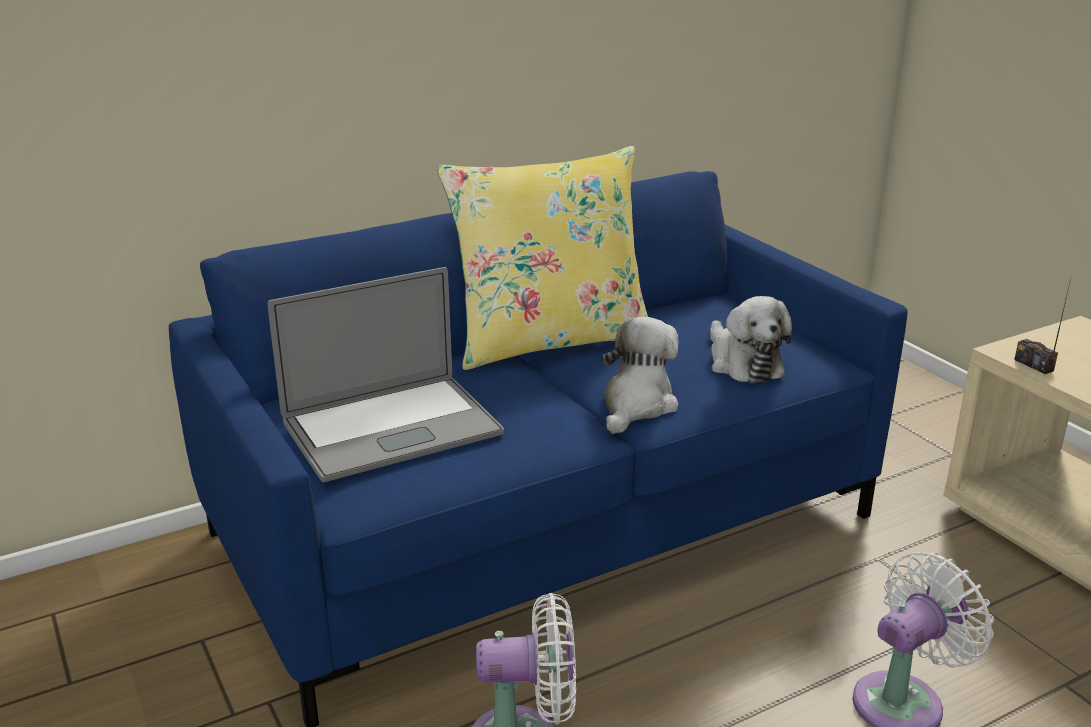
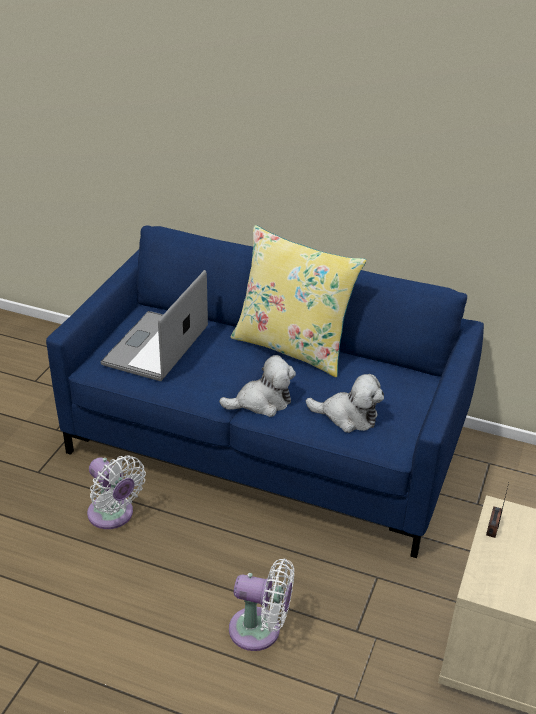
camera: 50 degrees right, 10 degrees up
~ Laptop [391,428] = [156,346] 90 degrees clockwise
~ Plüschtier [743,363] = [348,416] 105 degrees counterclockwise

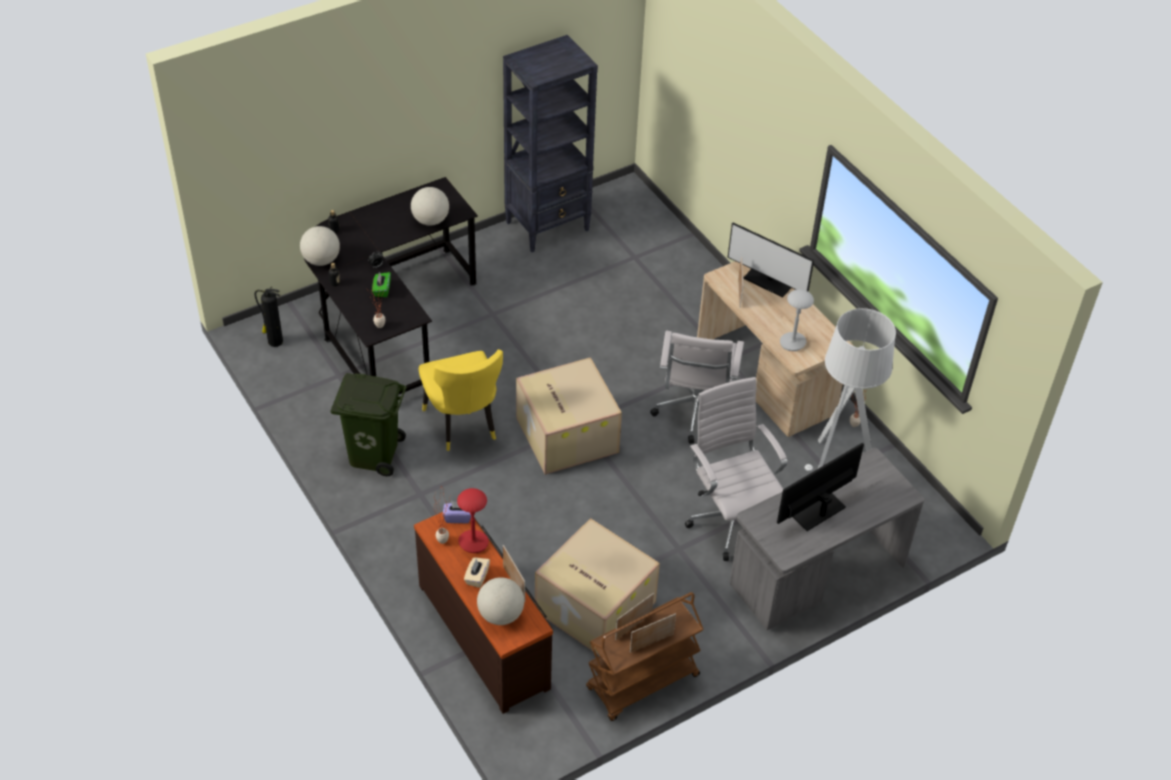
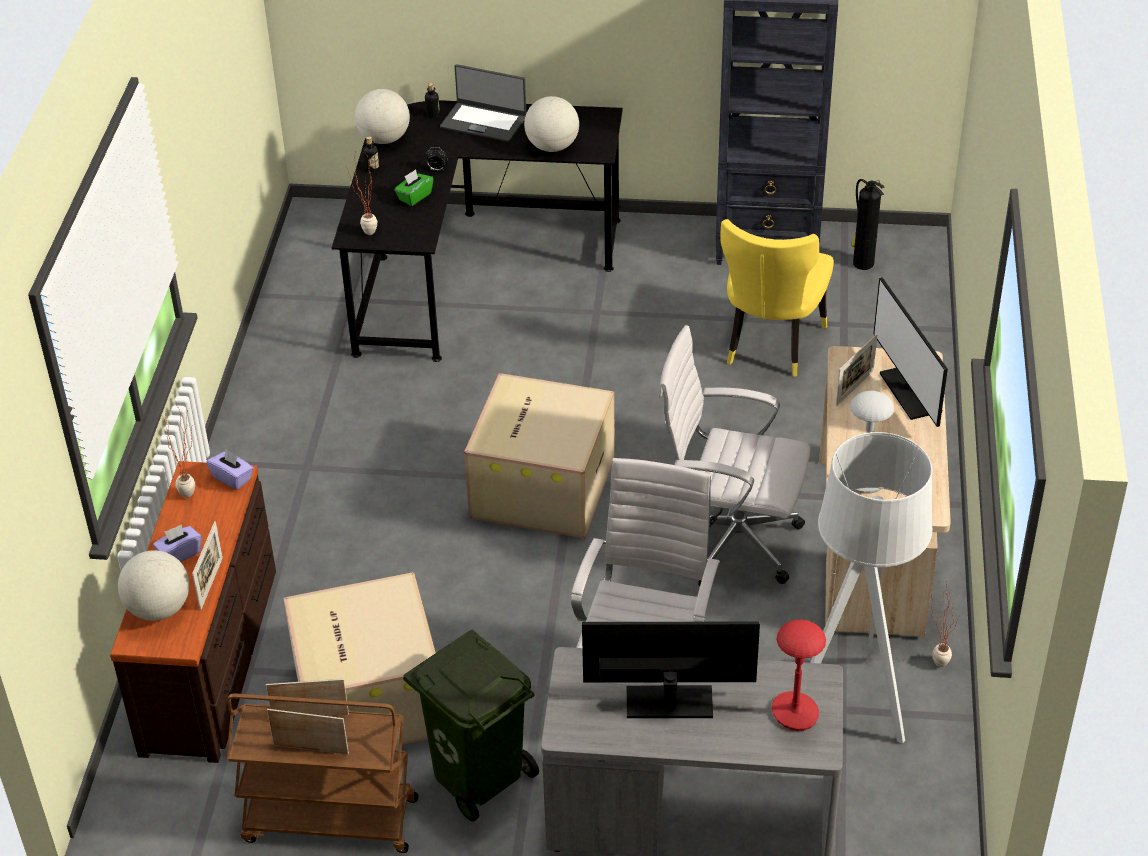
camera: 40 degrees right, 5 degrees down
~ Feuerlöscher [274,341] to [862,263]
~ Mülleimer (grün) [373,453] to [479,775]
~ Stuhl (gelb) [463,425] to [770,346]
~ Tischlampe (rot) [473,542] to [795,713]
~ Taschentuchbox (beige) [477,577] to Taschentuchbox (lila) [179,554]
~ Bürostuhl (weiß) [694,414] = [729,542] 60 degrees clockwise
+ Laptop [484,122]

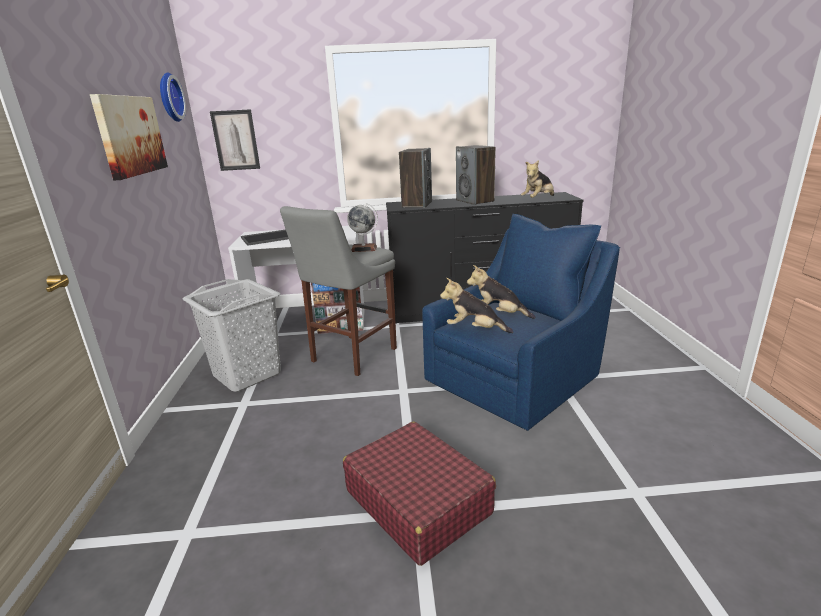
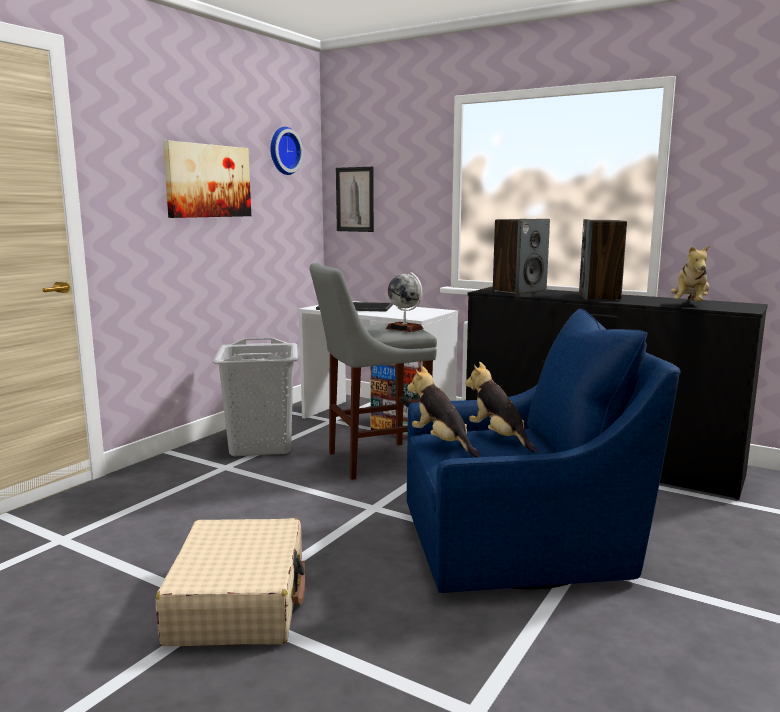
camera: 35 degrees right, 10 degrees down
~ Koffer (rot) [417,501] to Koffer (beige) [239,601]
~ Plüschtier [538,199] = [690,305] 60 degrees counterclockwise

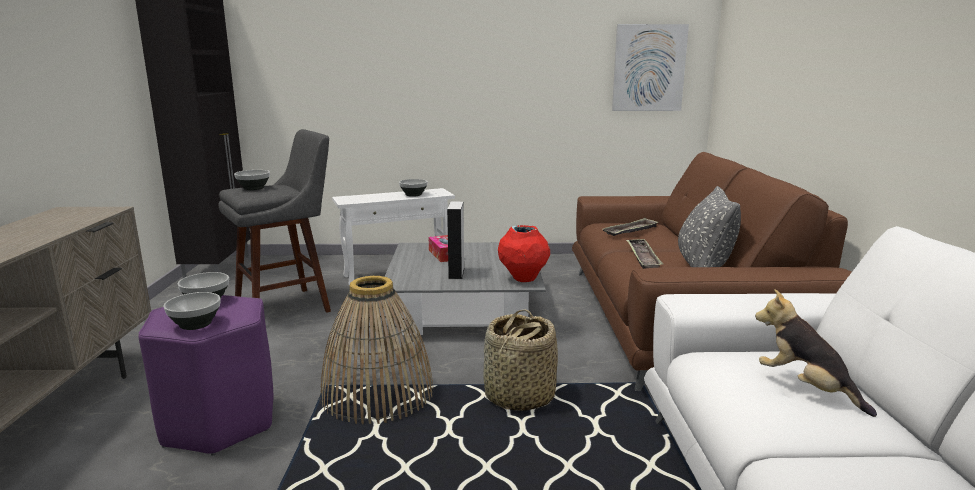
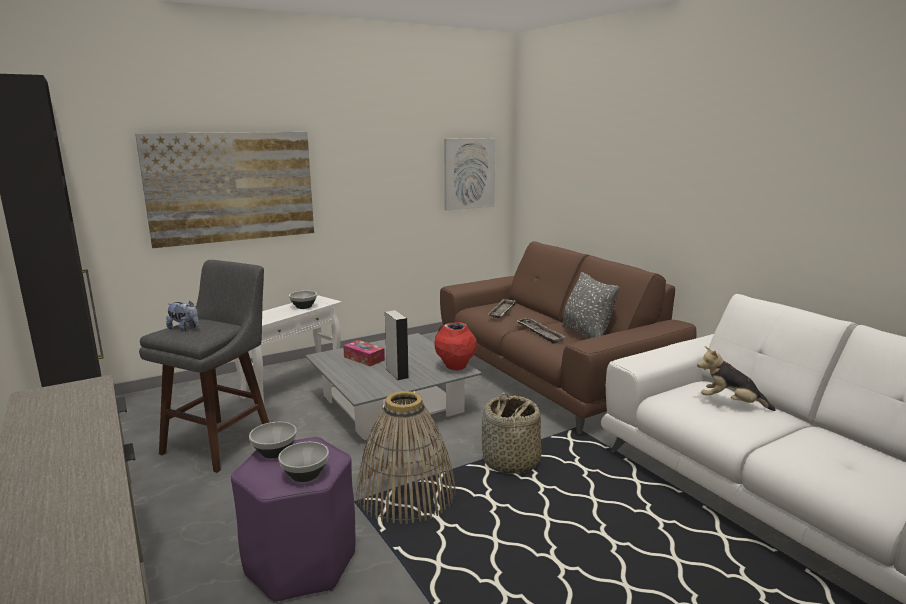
camera: 30 degrees left, 0 degrees up
~ Schüssel [254,188] to Plüschtier [184,329]
+ Bild [231,187]

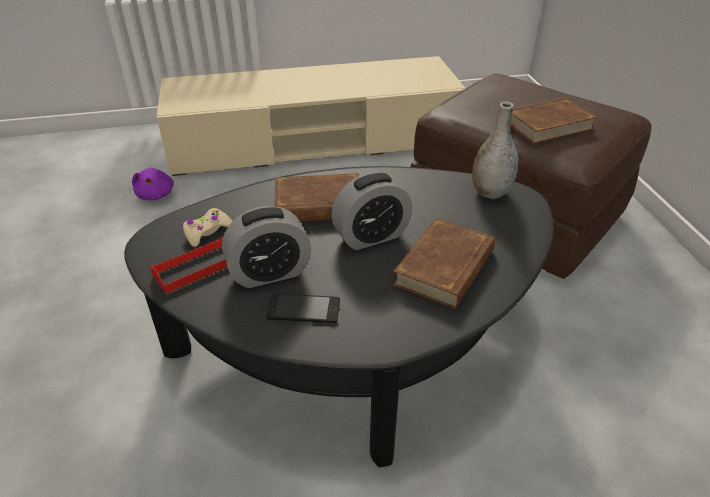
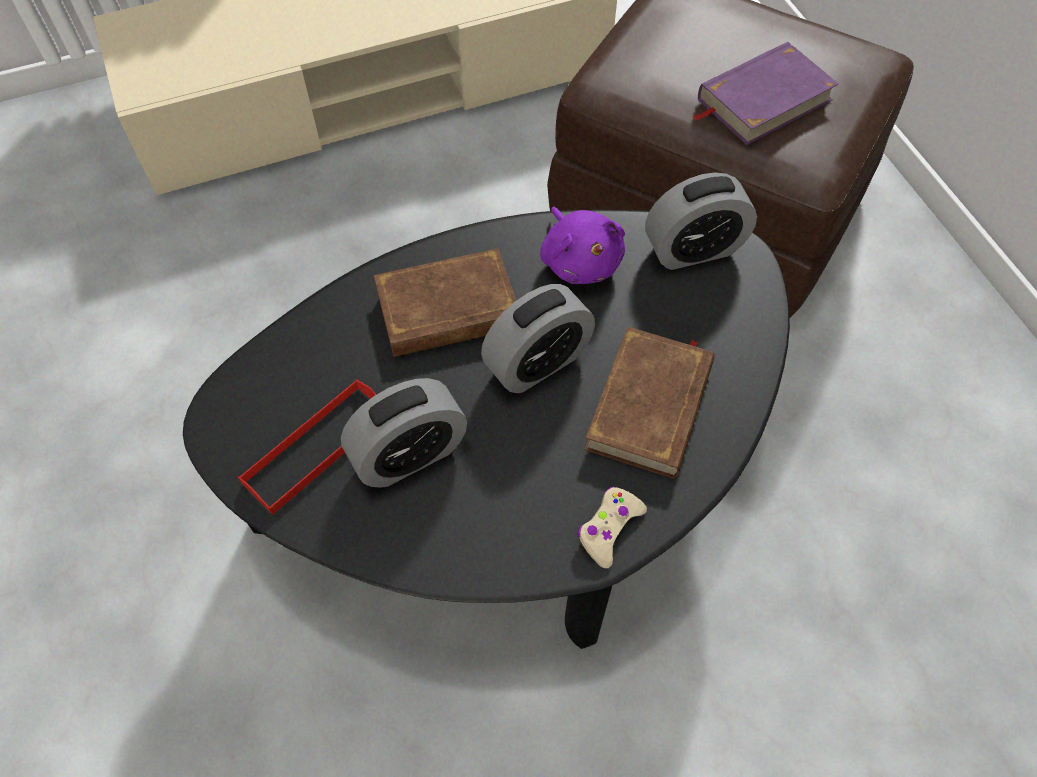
camera: 10 degrees left, 20 degrees up
~ Plüschtier (lila) [156,195] to [580,260]
~ Gamepad (beige) [207,232] to [609,528]
- Handy [304,309]
~ Vase (grau) [490,192] to Wecker [693,249]
~ Buch (braun) [547,125] to Buch (lila) [763,99]

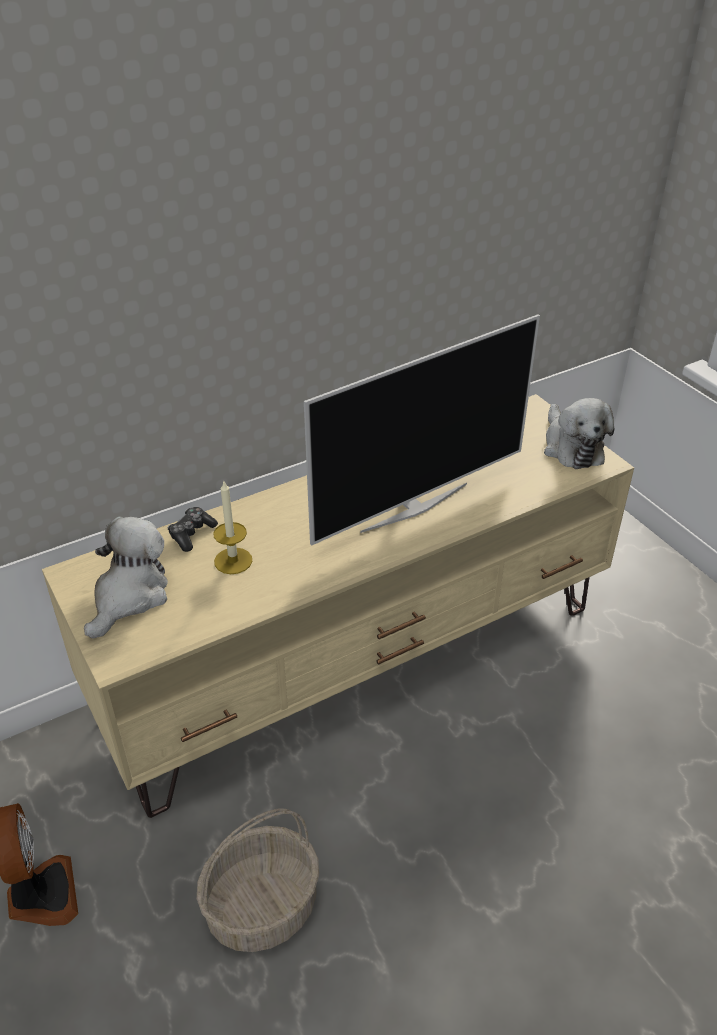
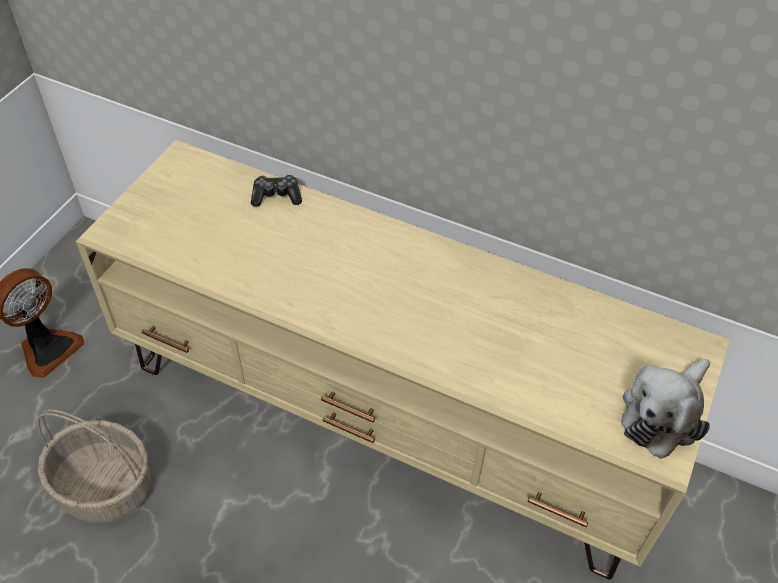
camera: 55 degrees right, 10 degrees up
- Plüschtier [130,596]
- Kerze [233,561]
- Fernseher [413,506]

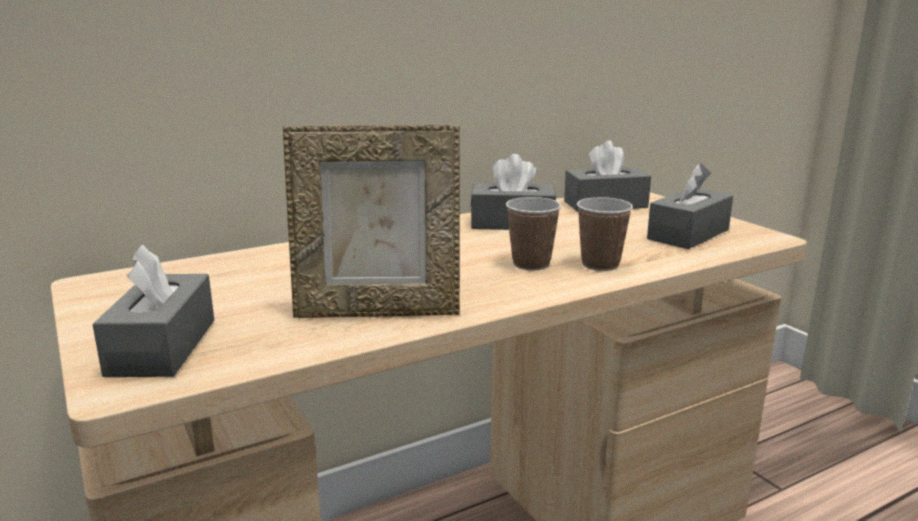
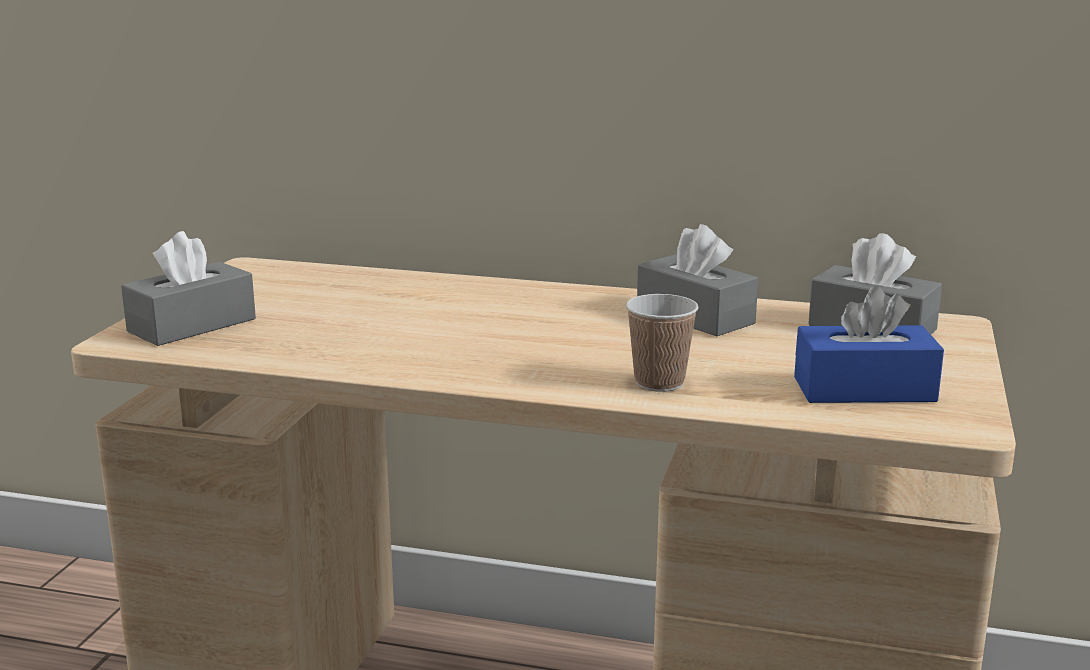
camera: 45 degrees right, 0 degrees up
- Bilderrahmen [378,311]
- Tasse [531,264]
~ Taschentuchbox (grau) [688,234] to Taschentuchbox (blau) [864,389]

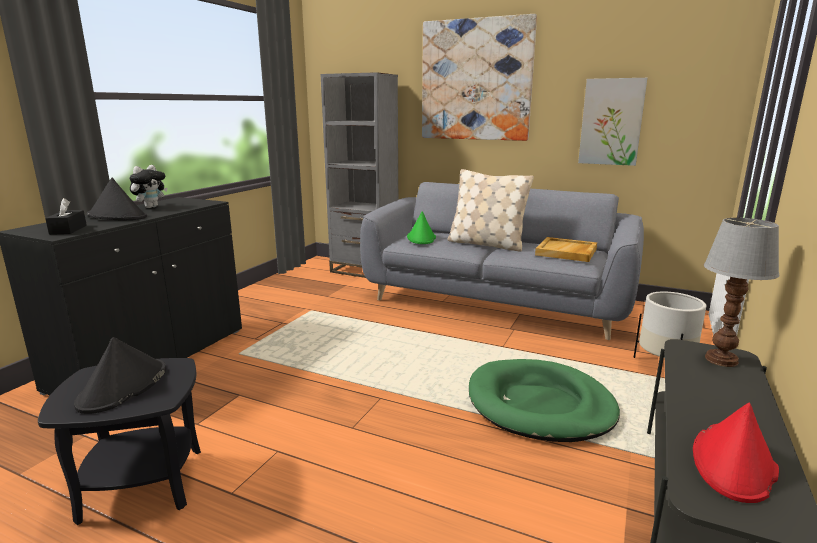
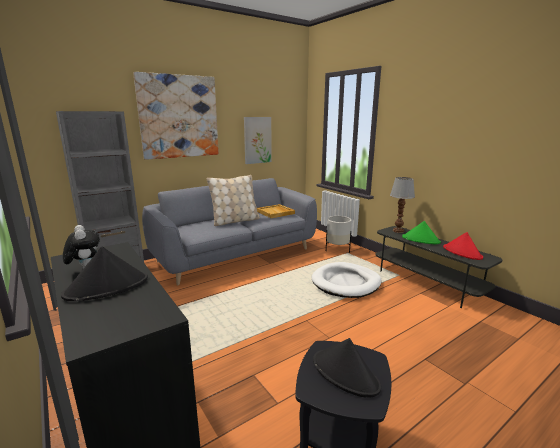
camera: 60 degrees left, 0 degrees up
- Taschentuchbox (schwarz) [68,230]
~ Hut (grün) [421,238] to [421,240]
~ Hundebett (grün) [540,405] to Hundebett (weiß) [346,283]

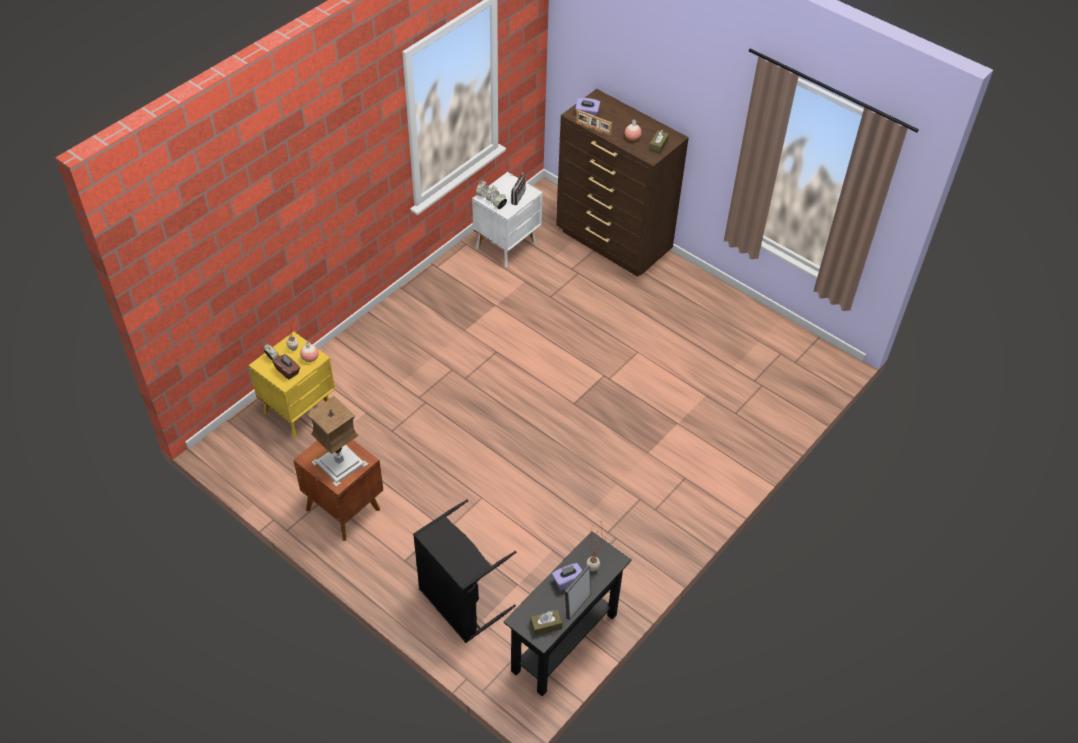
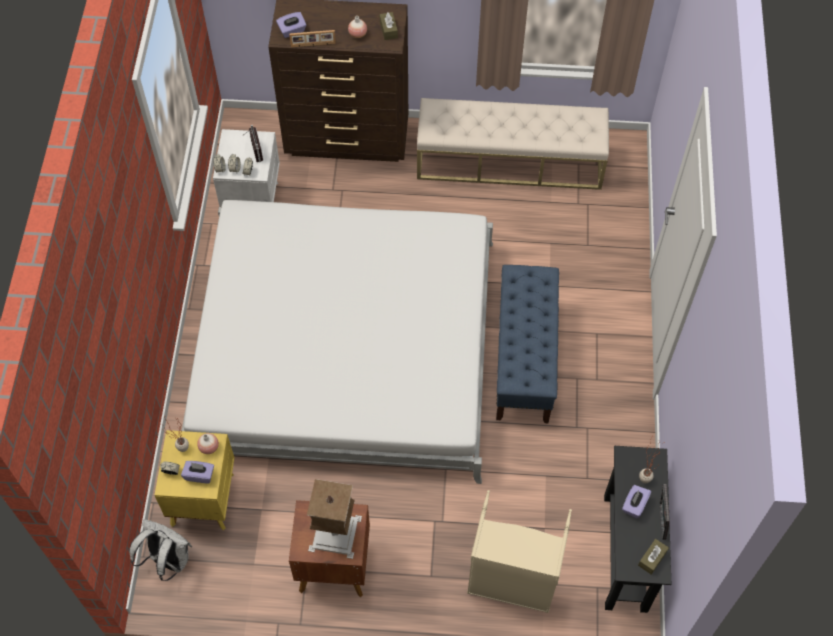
camera: 35 degrees left, 10 degrees up
~ Taschentuchbox (braun) [287,371] to Taschentuchbox (lila) [199,475]
~ Wäschekorb (schwarz) [459,604] to Wäschekorb (beige) [512,582]
+ Rucksack (weiß) [168,560]
+ Bett (weiß) [345,348]
+ Bank (beige) [510,161]
+ Bank (blau) [524,358]

